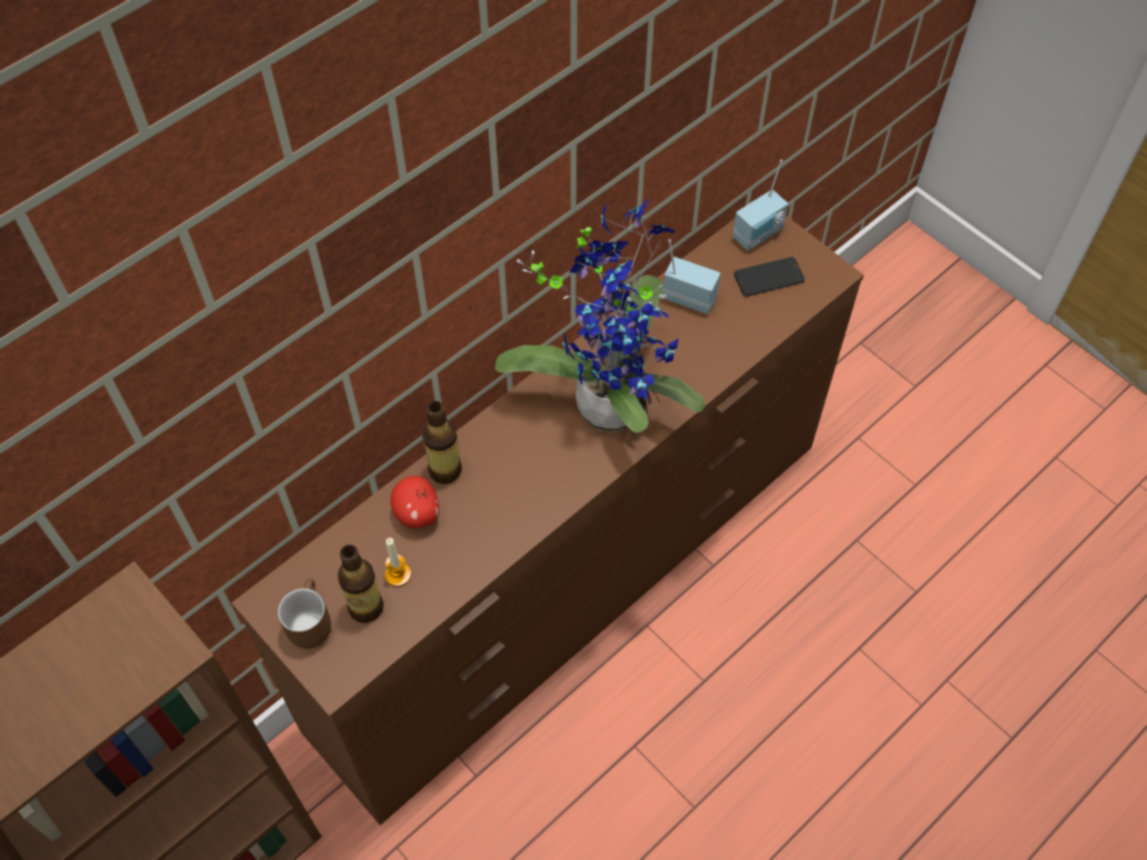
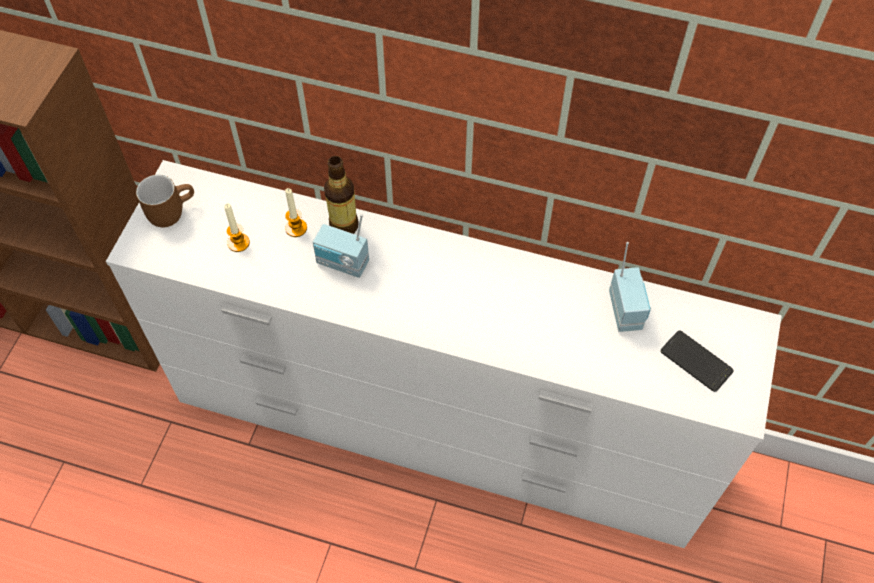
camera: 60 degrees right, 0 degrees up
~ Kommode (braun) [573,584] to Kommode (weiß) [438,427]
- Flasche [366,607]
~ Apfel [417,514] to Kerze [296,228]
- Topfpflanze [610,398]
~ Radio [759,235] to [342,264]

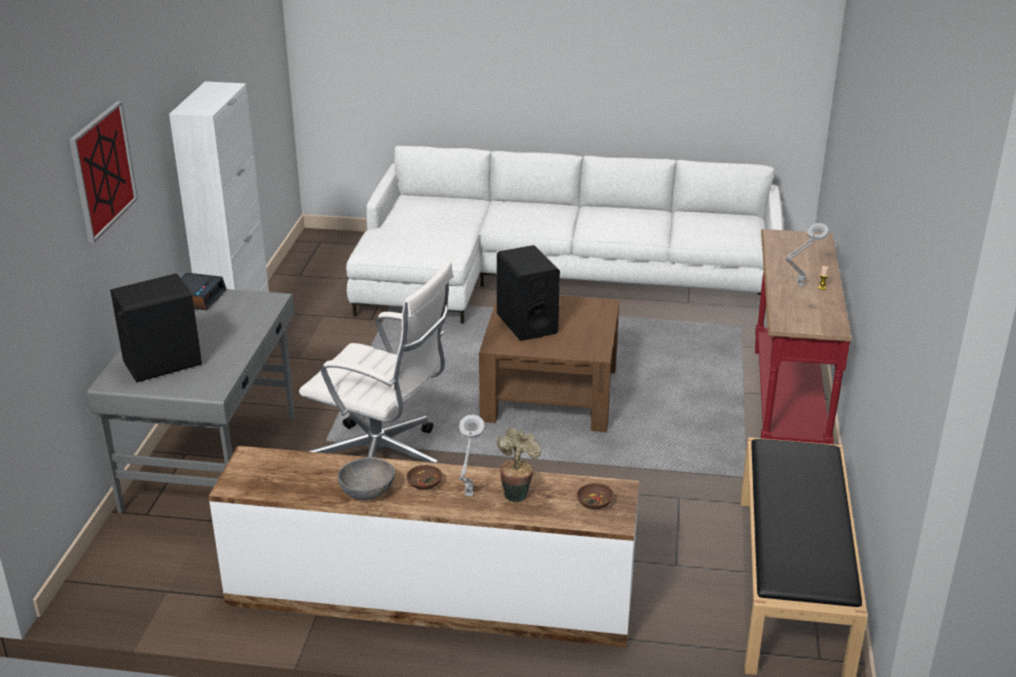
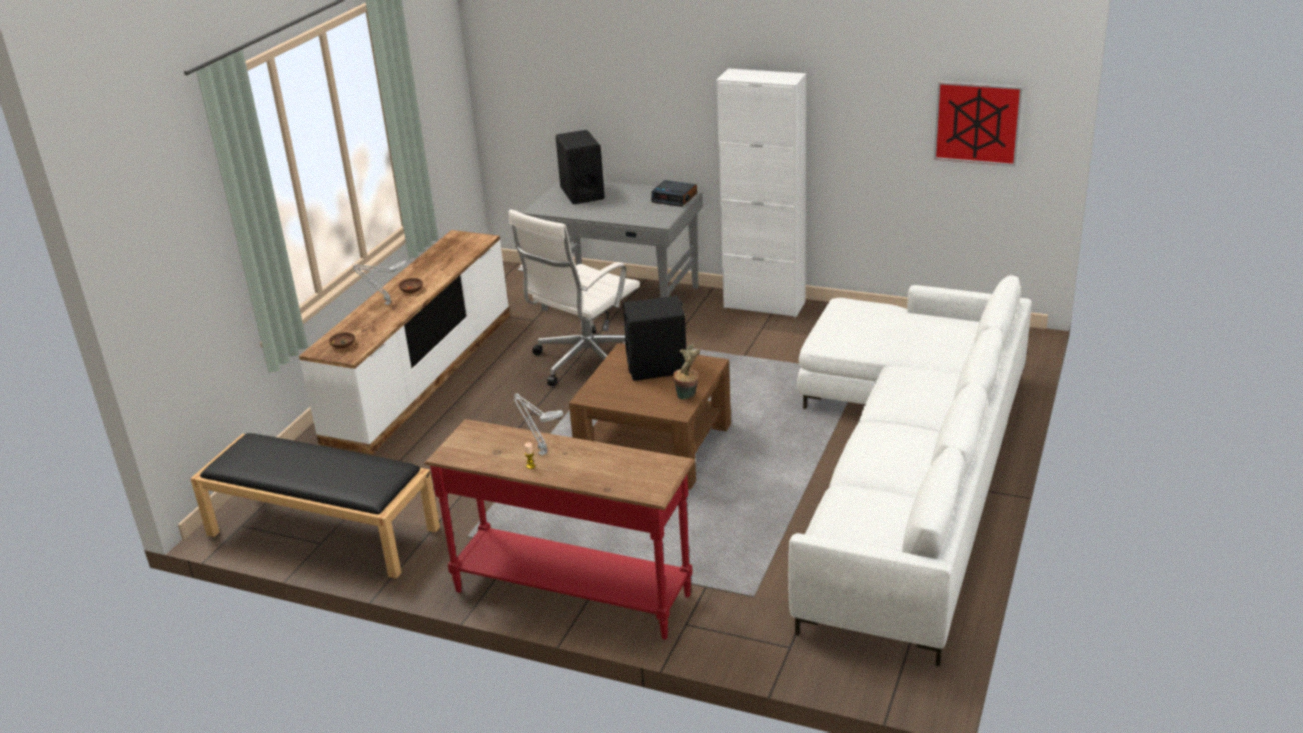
camera: 105 degrees right, 0 degrees up
~ Bild [102,170] to [977,123]
- Schüssel (grau) [367,491]
~ Topfpflanze [516,493] to [688,396]

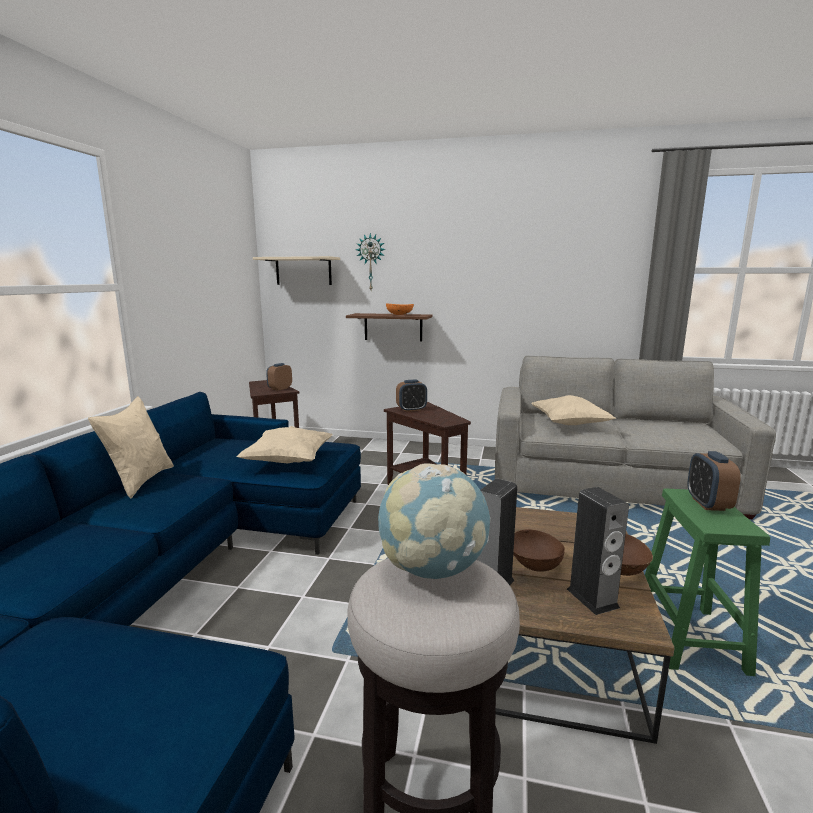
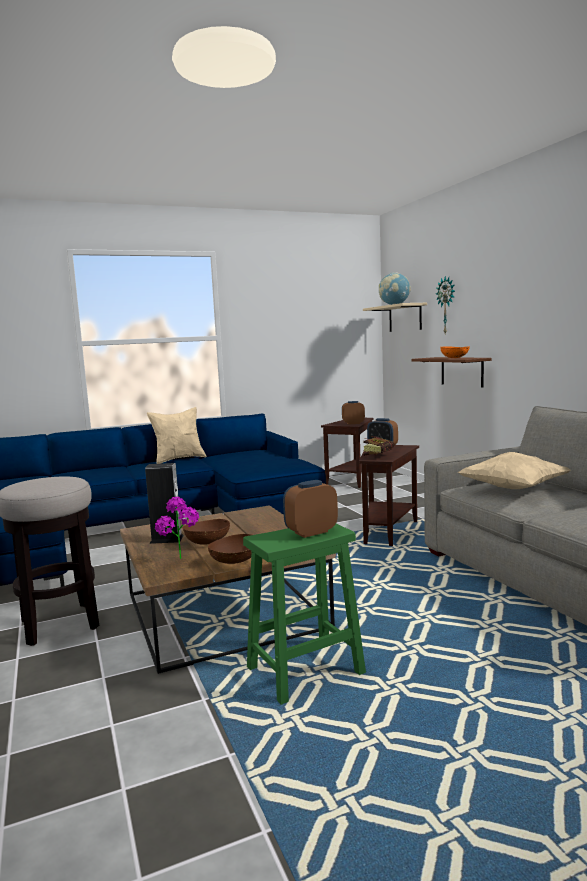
camera: 55 degrees right, 5 degrees down
- Kissen (beige) [288,461]
~ Globus [432,569] to [394,305]
~ Lautsprecher [592,598] to Topfpflanze [181,561]
+ Buch [380,455]

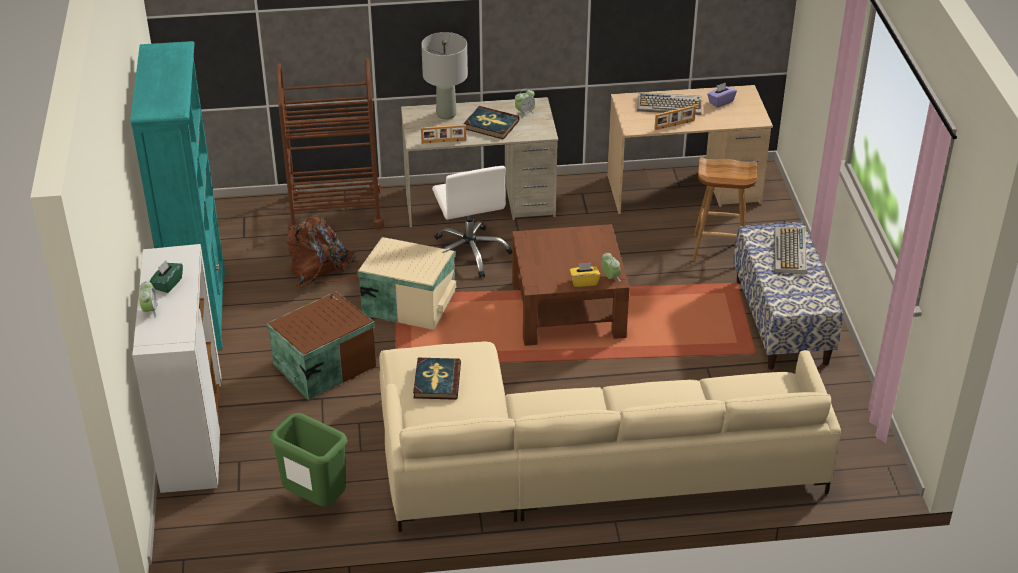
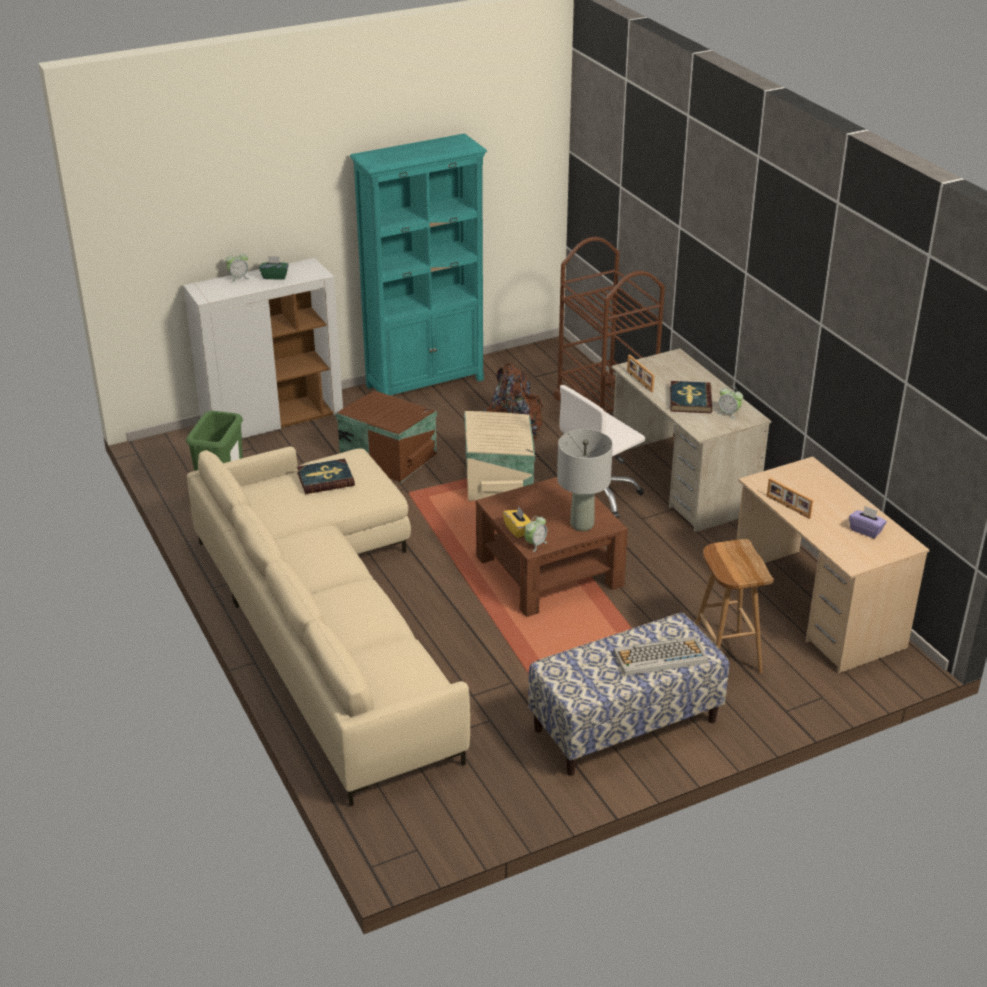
camera: 70 degrees right, 5 degrees down
~ Tischlampe (grau) [446,114] to [582,525]
- Tastatur [670,105]

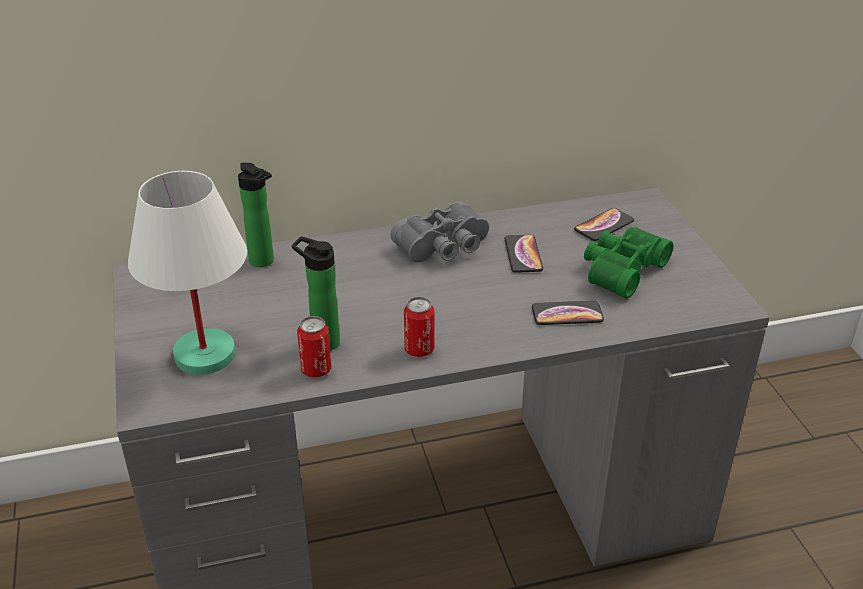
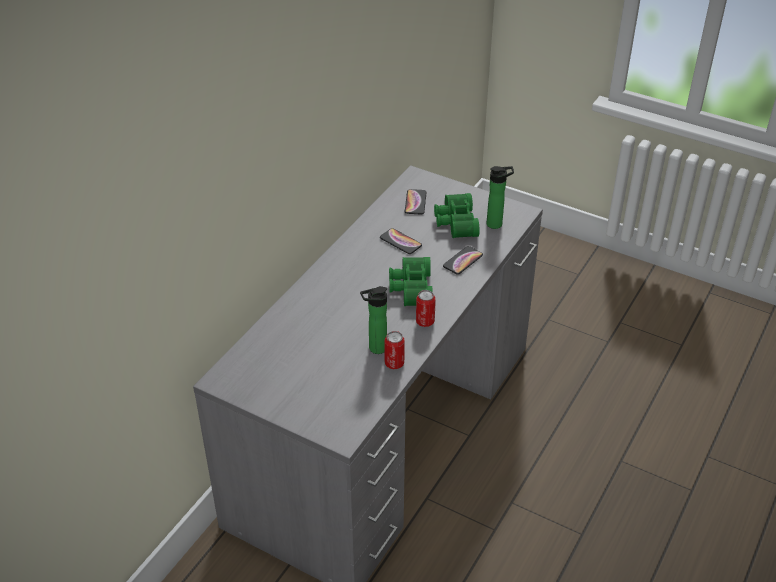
camera: 45 degrees left, 5 degrees up
- Tischlampe (weiß) [205,354]
~ Flasche [264,262] to [497,224]
- Fernglas (grau) [445,247]
+ Fernglas (grün) [410,288]

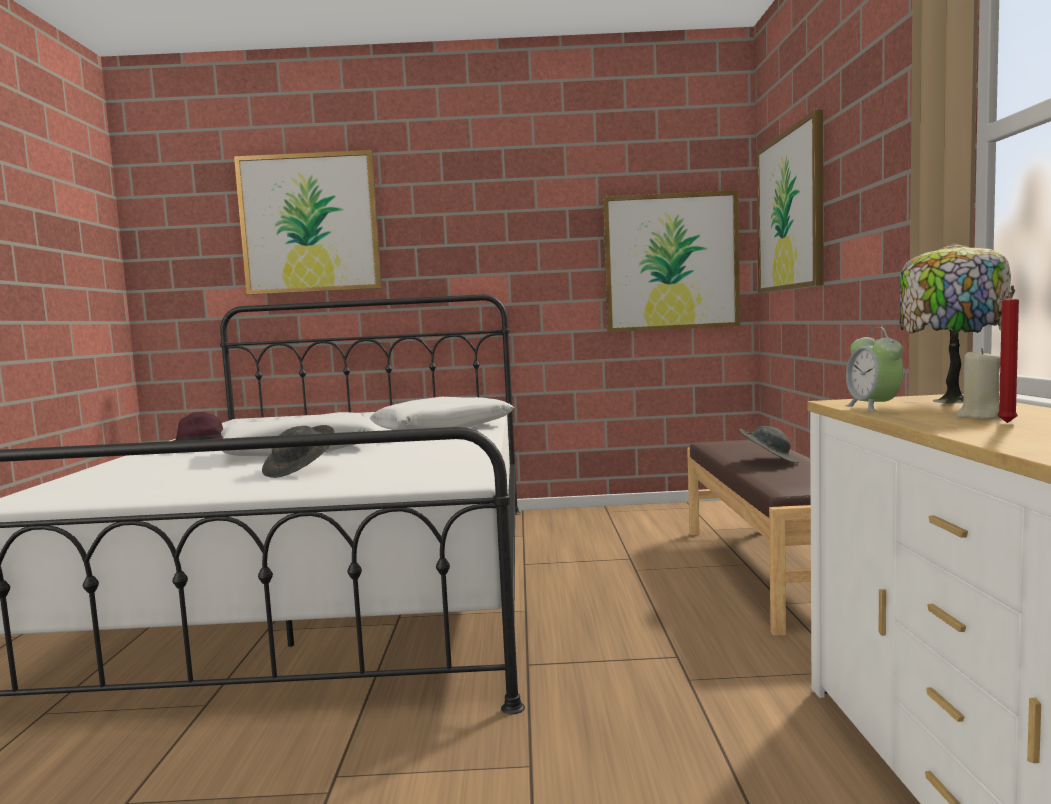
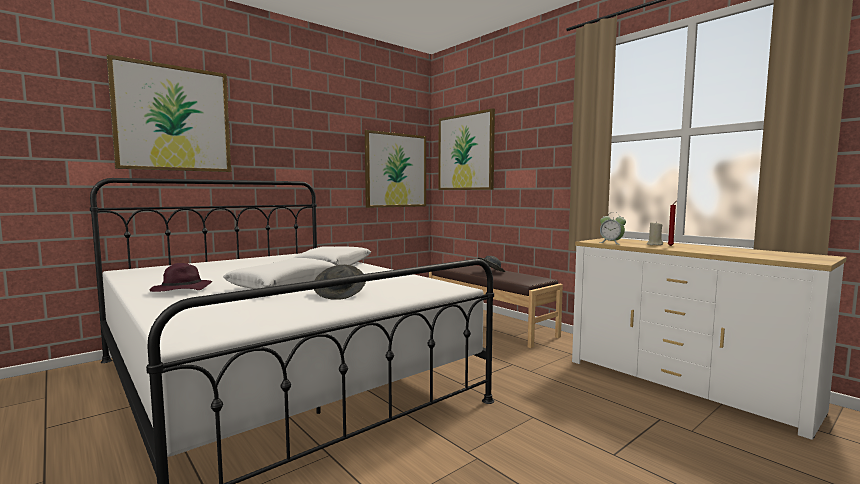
camera: 40 degrees left, 0 degrees up
- Tischlampe [952,400]

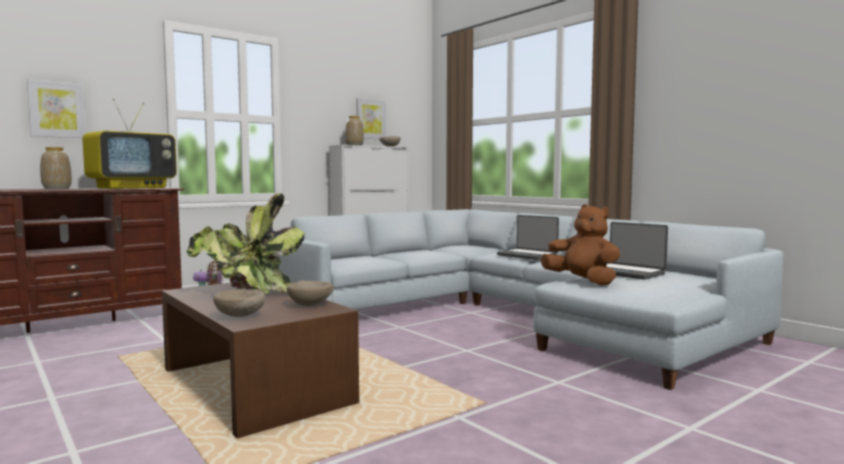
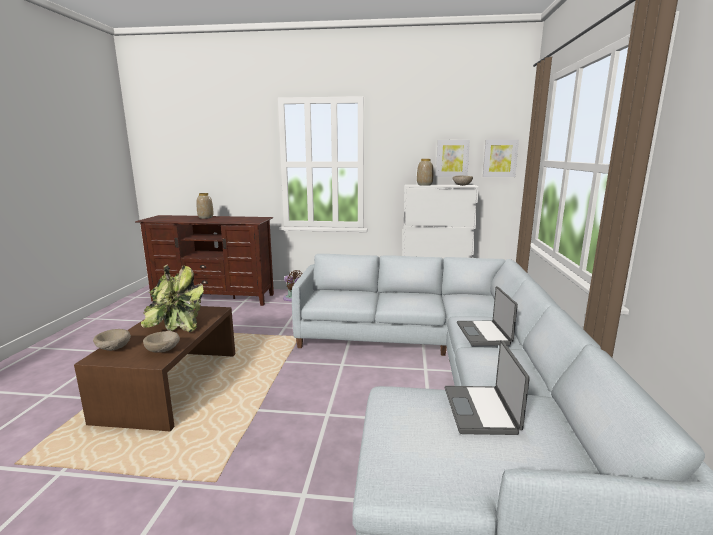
camera: 45 degrees right, 10 degrees up
~ Bild [57,109] to [500,158]
- Fernseher [132,188]
- Plüschtier (braun) [582,281]

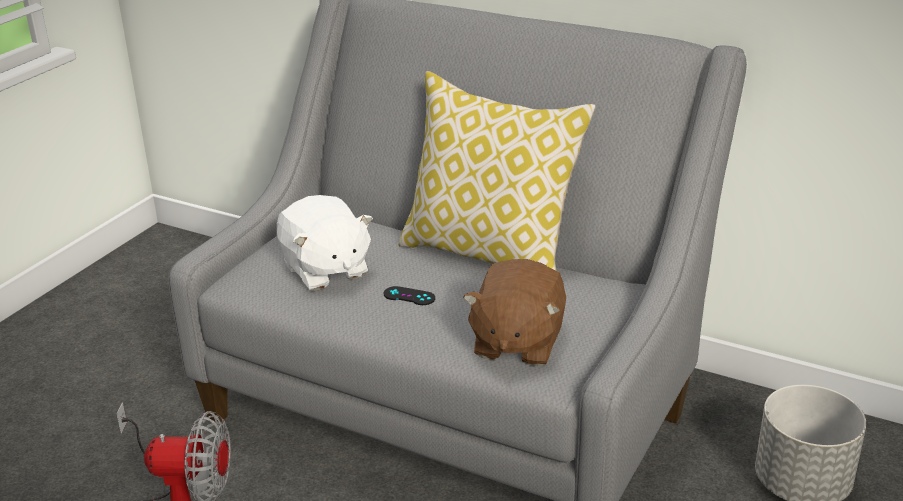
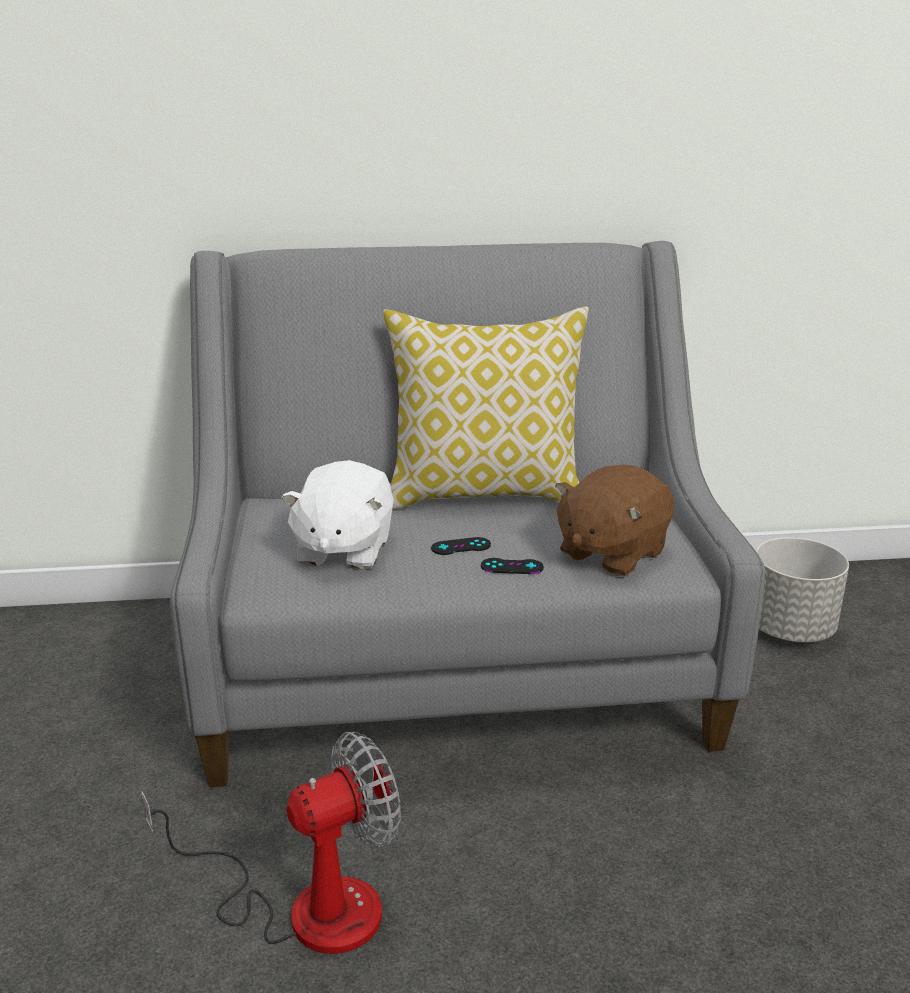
camera: 35 degrees left, 5 degrees down
~ Plüschtier (weiß) [325,270] = [343,550] 75 degrees clockwise
~ Plüschtier (braun) [516,343] = [611,553] 60 degrees clockwise
+ Gamepad (schwarz) [512,566]

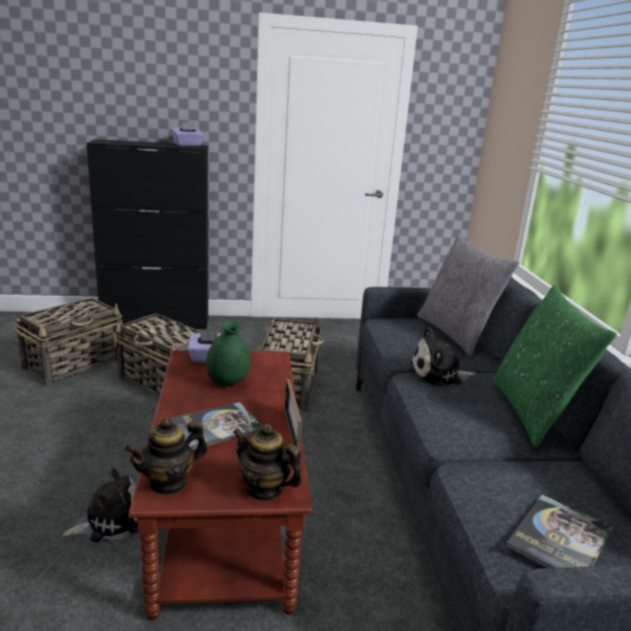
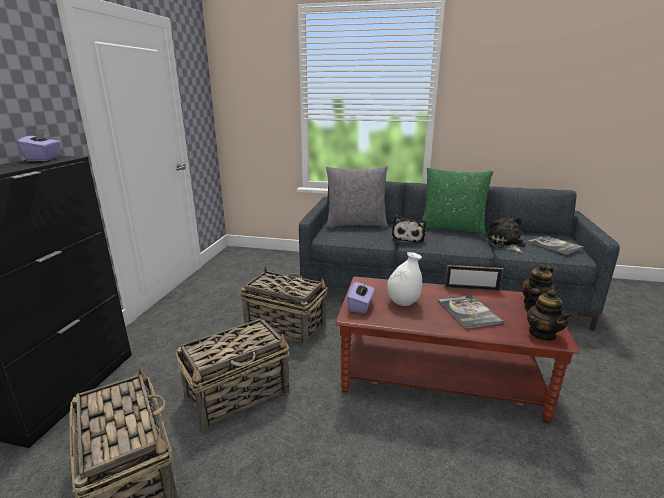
camera: 70 degrees left, 0 degrees up
~ Plüschtier [109,521] to [506,244]
~ Vase (grün) [227,383] to Vase (weiß) [403,302]

